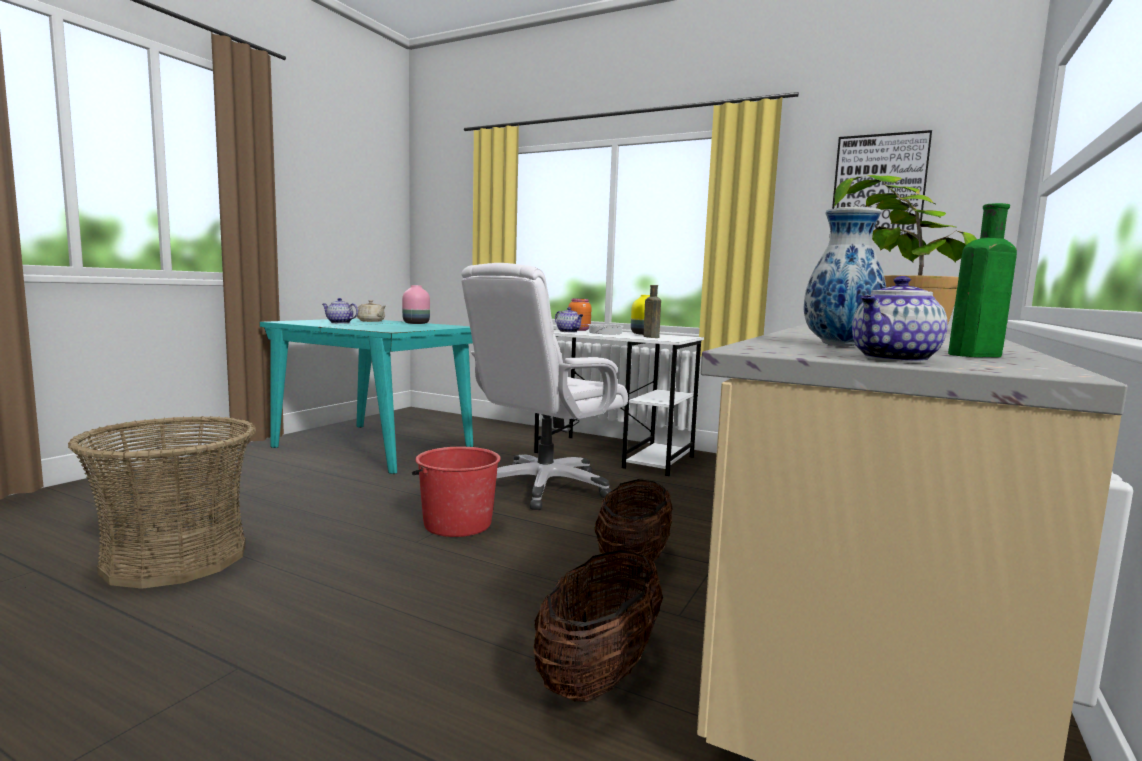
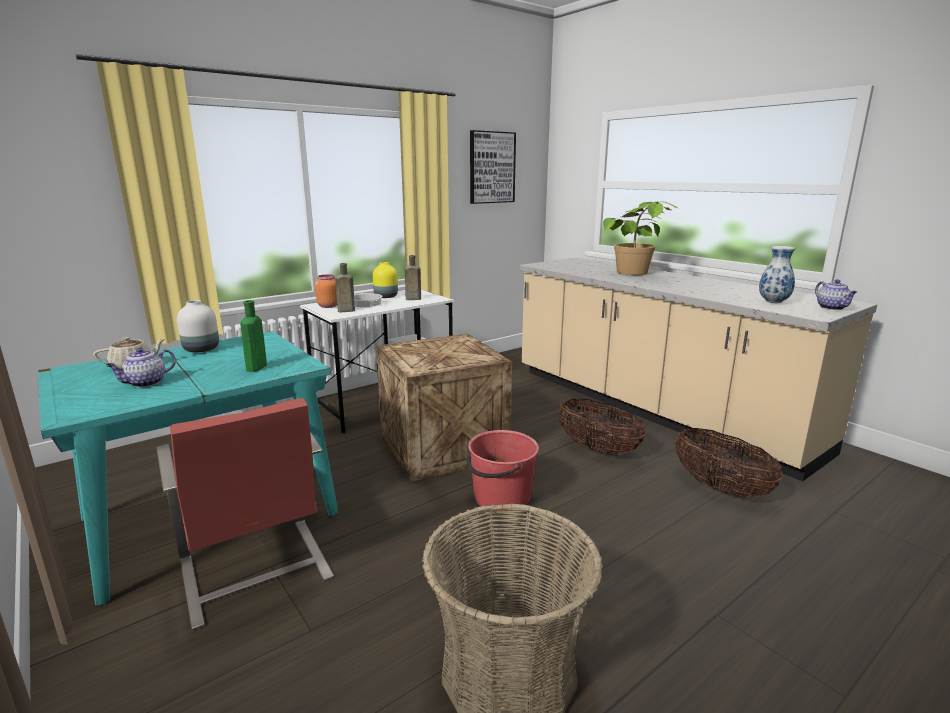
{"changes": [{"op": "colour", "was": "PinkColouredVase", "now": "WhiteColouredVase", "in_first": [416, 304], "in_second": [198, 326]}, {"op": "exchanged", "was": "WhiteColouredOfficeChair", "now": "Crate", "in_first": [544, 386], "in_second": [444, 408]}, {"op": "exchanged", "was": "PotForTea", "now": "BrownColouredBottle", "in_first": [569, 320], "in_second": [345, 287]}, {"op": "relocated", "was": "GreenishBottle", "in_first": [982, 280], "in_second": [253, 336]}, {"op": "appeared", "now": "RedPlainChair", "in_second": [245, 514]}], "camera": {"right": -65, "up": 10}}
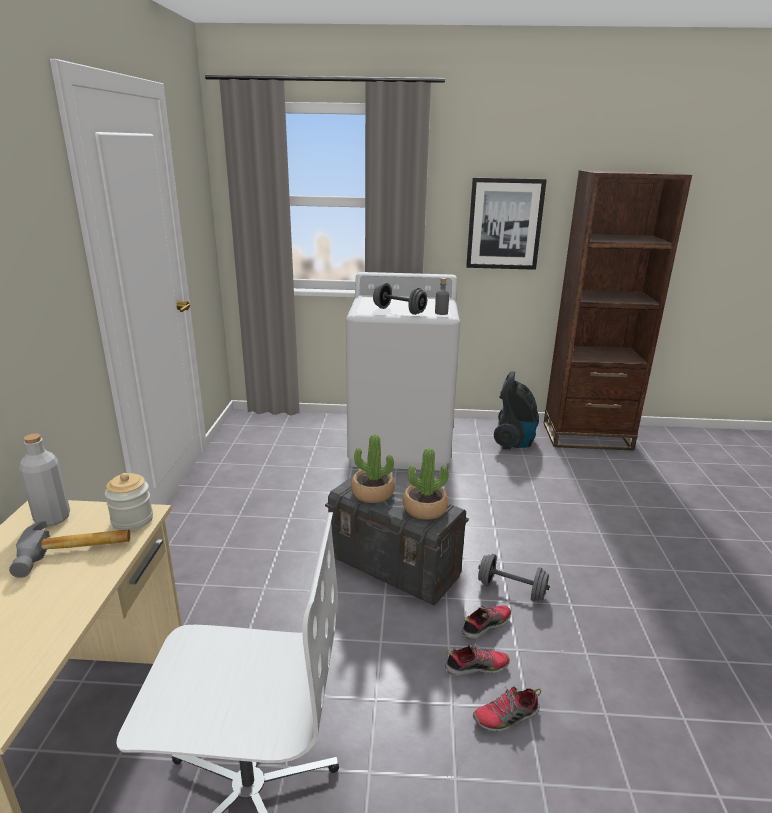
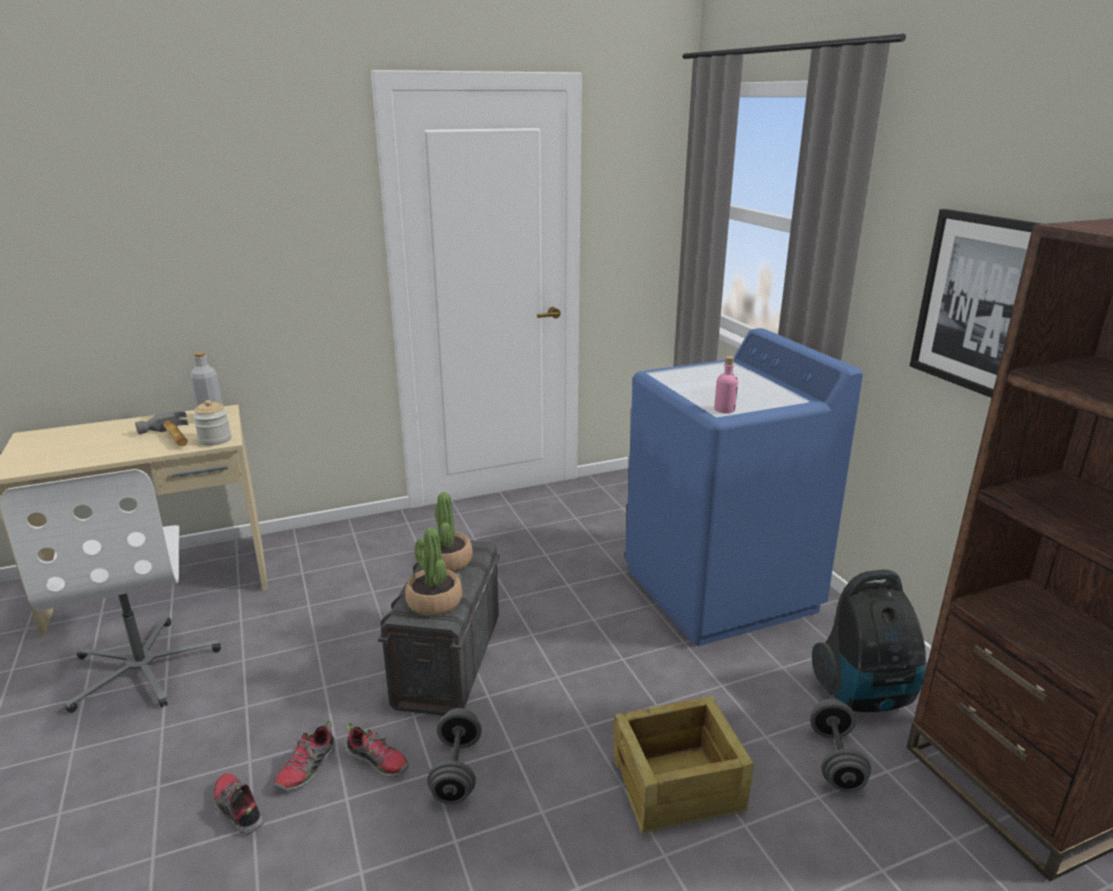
{"changes": [{"op": "colour", "was": "WhiteColouredWashingMachine", "now": "BluishWashingMachine", "in_first": [403, 371], "in_second": [744, 487]}, {"op": "relocated", "was": "GreyishDumbbell", "in_first": [400, 299], "in_second": [840, 745]}, {"op": "colour", "was": "GreyishBottle", "now": "PinkColouredBottle", "in_first": [442, 296], "in_second": [726, 384]}, {"op": "spun", "was": "LowShoe", "in_first": [477, 660], "in_second": [304, 755], "clockwise": 60}, {"op": "appeared", "now": "Crate", "in_second": [683, 765]}], "camera": {"right": 65, "up": 0}}
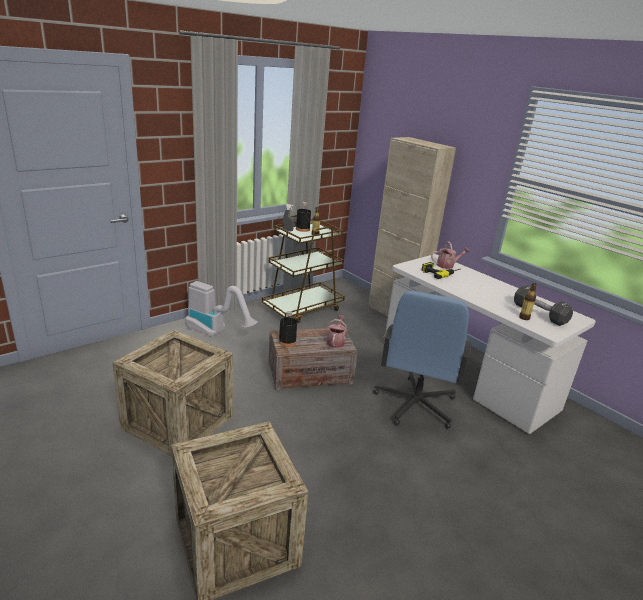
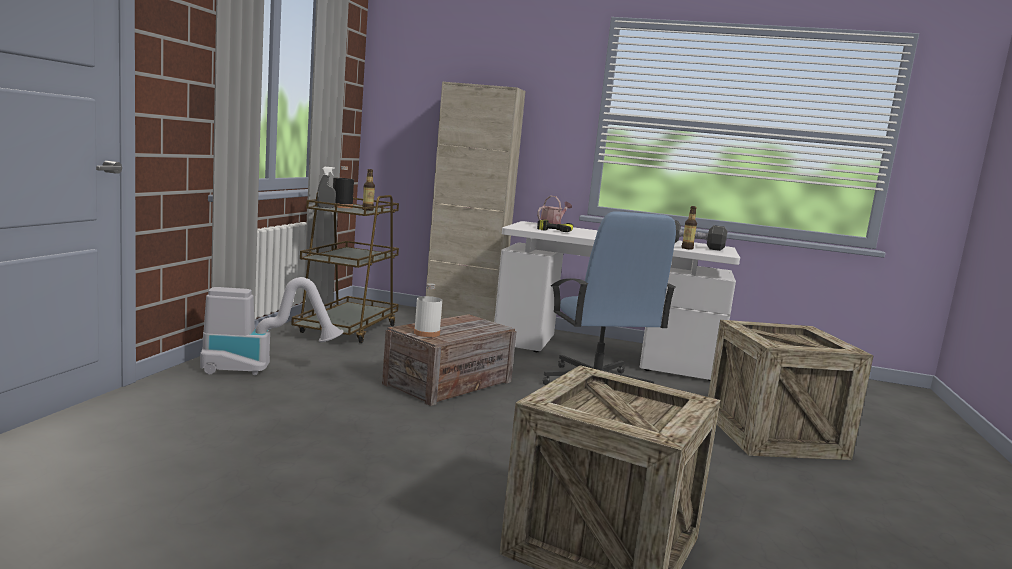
{"changes": [{"op": "relocated", "was": "Crate", "in_first": [172, 393], "in_second": [791, 390]}, {"op": "colour", "was": "BlackColouredBottle", "now": "WhiteColouredBottle", "in_first": [288, 329], "in_second": [428, 310]}, {"op": "missing", "was": "WateringCan", "in_first": [337, 331]}], "camera": {"right": -35, "up": -15}}
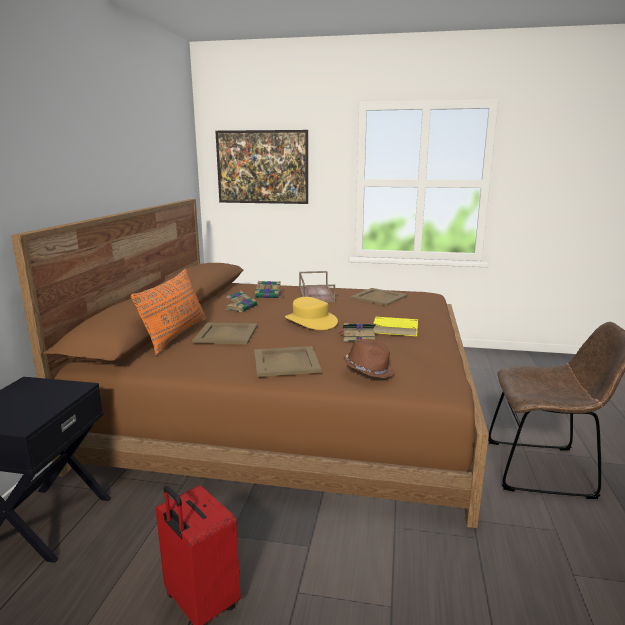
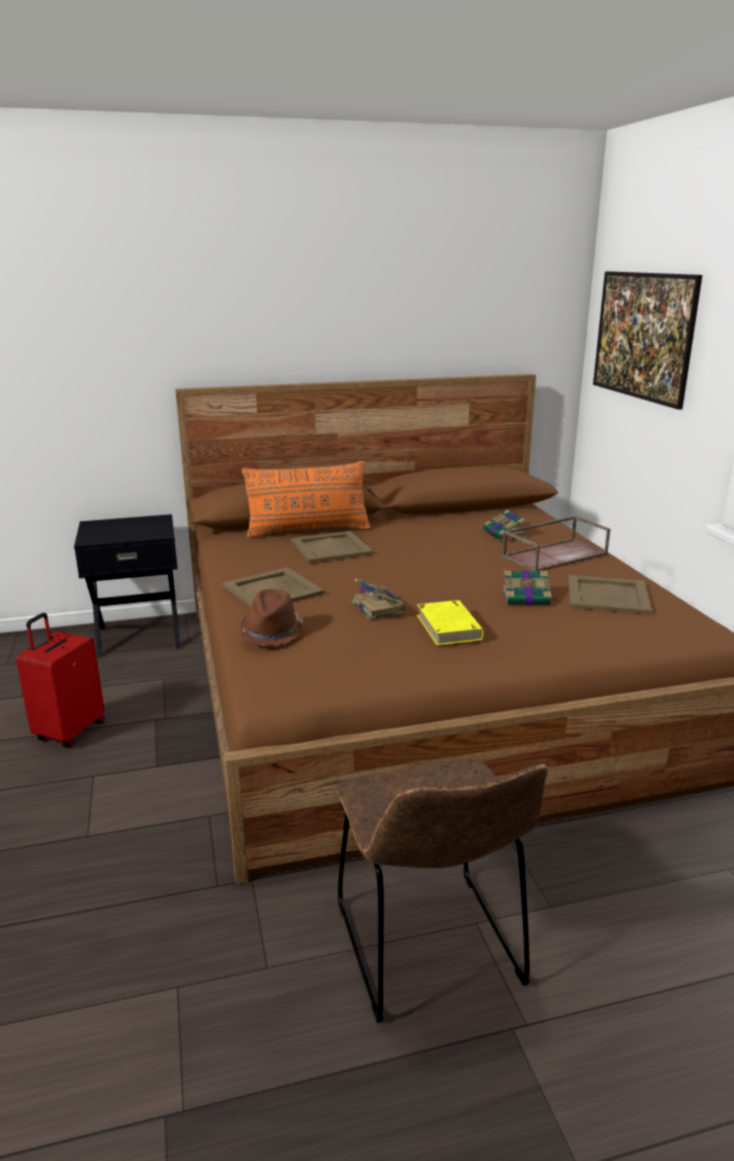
{"changes": [{"op": "relocated", "was": "Volume", "in_first": [241, 301], "in_second": [530, 587]}, {"op": "missing", "was": "YellowishHat", "in_first": [311, 313]}], "camera": {"right": 65, "up": 5}}
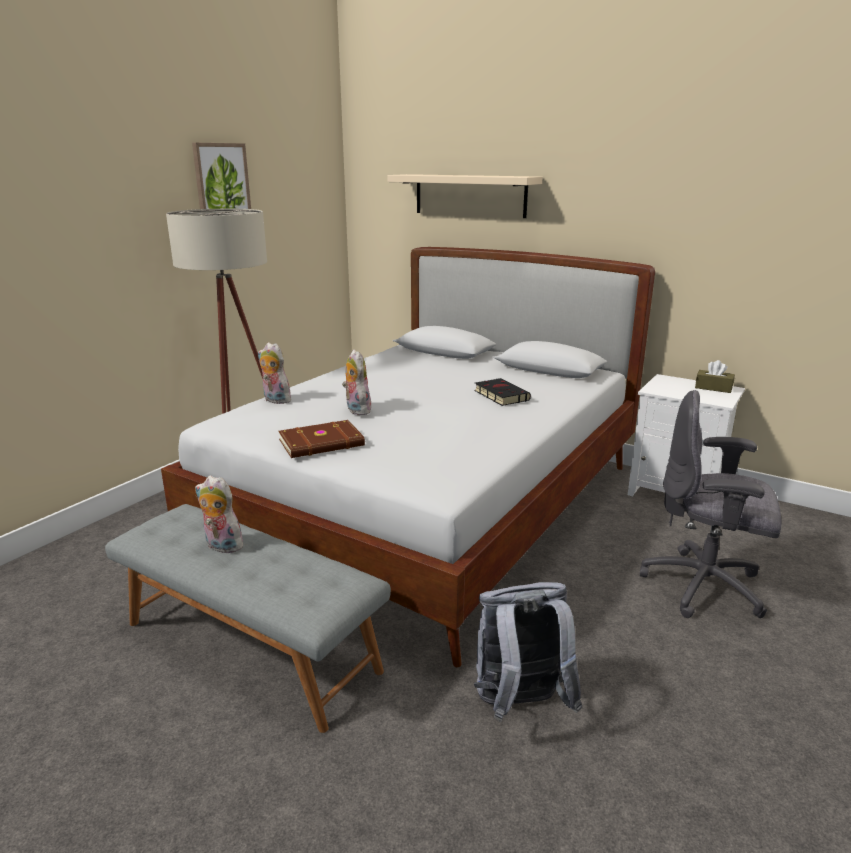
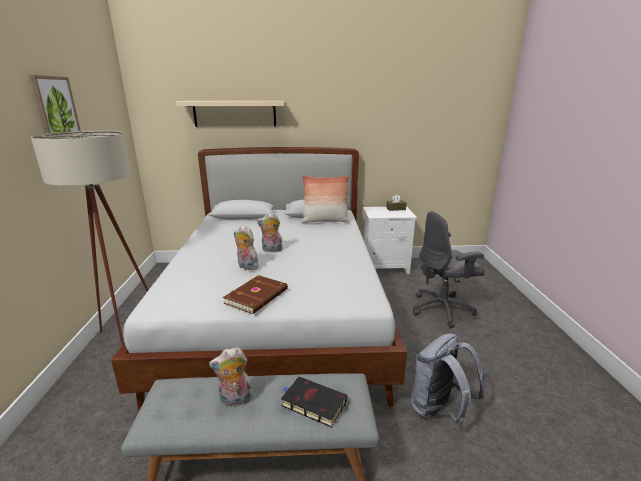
{"changes": [{"op": "relocated", "was": "CuddlyToy", "in_first": [274, 373], "in_second": [270, 232]}, {"op": "relocated", "was": "BlackColouredVolume", "in_first": [502, 392], "in_second": [314, 402]}, {"op": "appeared", "now": "Cushion", "in_second": [325, 199]}], "camera": {"right": -35, "up": 0}}
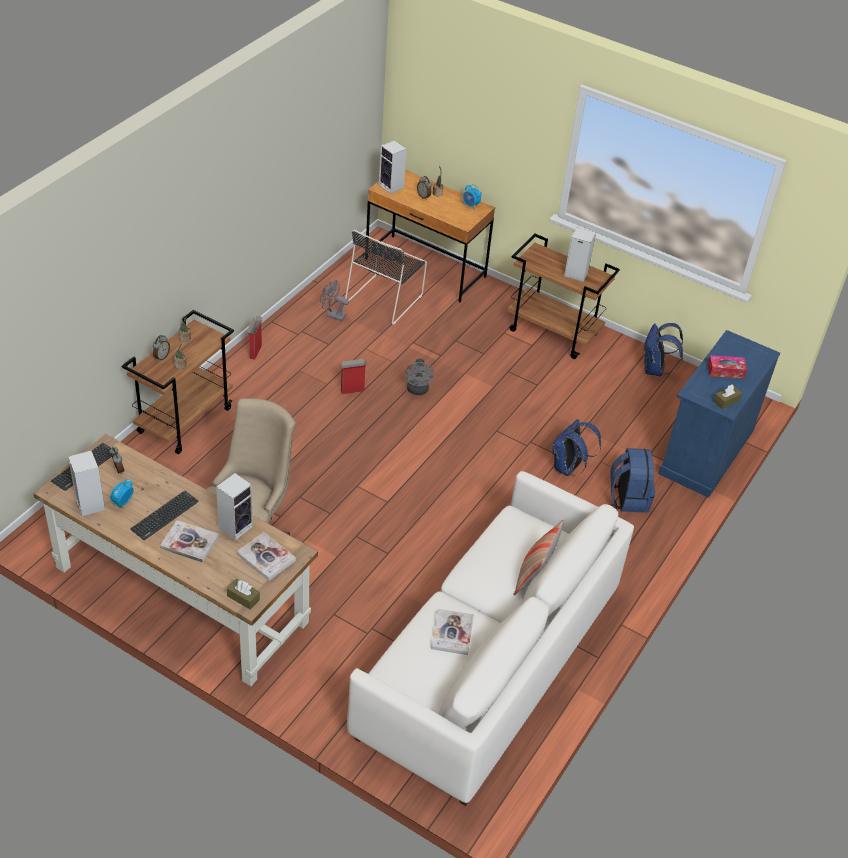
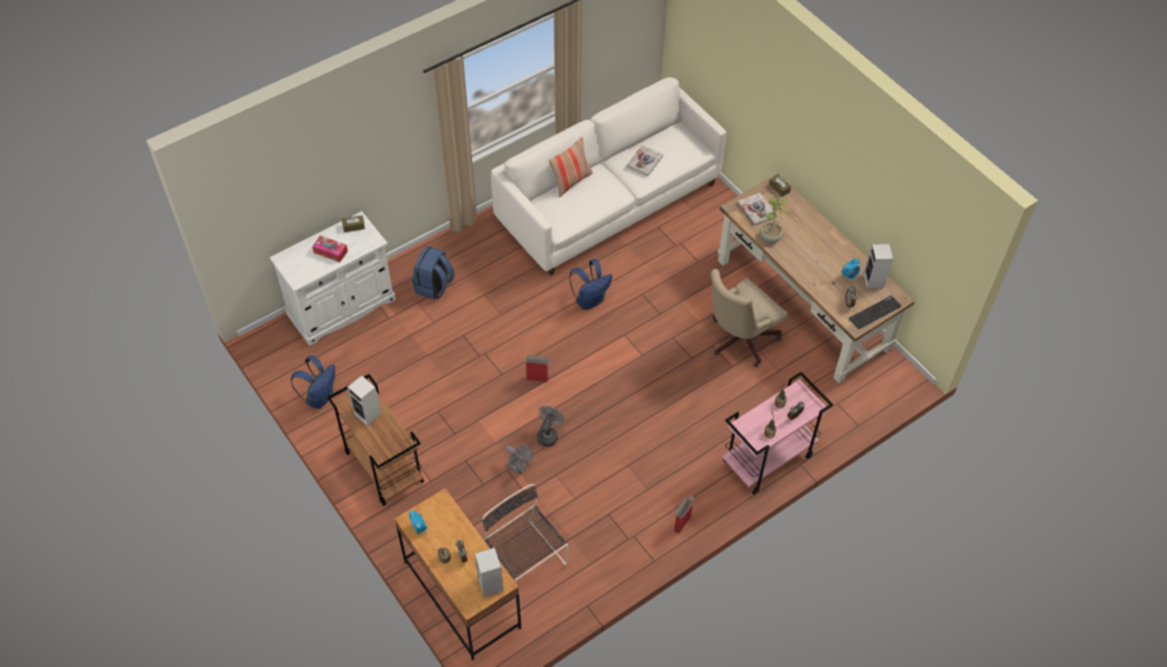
{"changes": [{"op": "colour", "was": "BrownColouredCart", "now": "PinkColouredCart", "in_first": [178, 382], "in_second": [777, 433]}, {"op": "missing", "was": "PcKeyboard", "in_first": [164, 515]}, {"op": "missing", "was": "Volume", "in_first": [189, 541]}, {"op": "exchanged", "was": "Loudspeaker", "now": "Houseplant", "in_first": [234, 507], "in_second": [775, 218]}, {"op": "relocated", "was": "GreyishFan", "in_first": [334, 300], "in_second": [519, 459]}, {"op": "relocated", "was": "CardboardBox", "in_first": [353, 376], "in_second": [537, 368]}, {"op": "spun", "was": "BlackColouredPlainChair", "in_first": [386, 277], "in_second": [525, 541], "clockwise": -90}, {"op": "relocated", "was": "BluishRucksack", "in_first": [576, 447], "in_second": [590, 284]}, {"op": "colour", "was": "BluishCupboard", "now": "WhiteColouredCupboard", "in_first": [719, 414], "in_second": [332, 278]}], "camera": {"right": -155, "up": 10}}
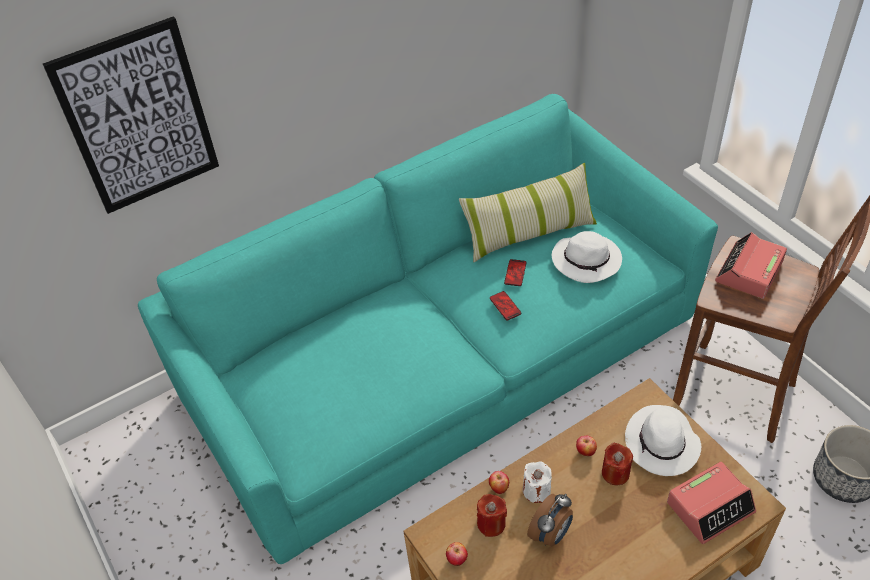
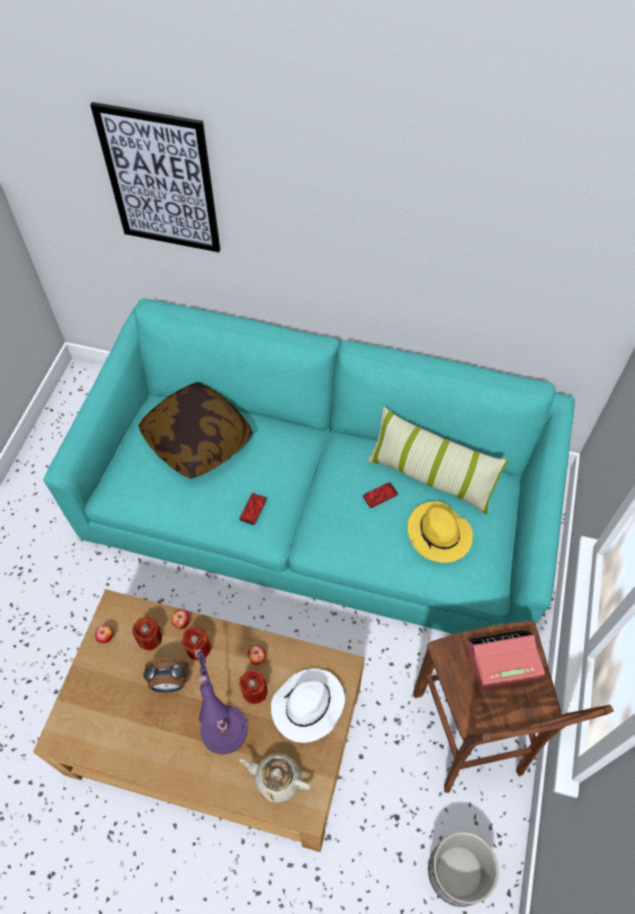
{"changes": [{"op": "relocated", "was": "Phone", "in_first": [505, 305], "in_second": [253, 509]}, {"op": "colour", "was": "WhiteColouredWaxLight", "now": "RedWaxLight", "in_first": [537, 482], "in_second": [196, 643]}, {"op": "colour", "was": "WhiteColouredHat", "now": "YellowishHat", "in_first": [587, 257], "in_second": [440, 532]}, {"op": "exchanged", "was": "BedsideClock", "now": "BeigePotForTea", "in_first": [711, 503], "in_second": [275, 778]}, {"op": "appeared", "now": "Cushion", "in_second": [195, 430]}, {"op": "appeared", "now": "PurpleColouredLampForATable", "in_second": [221, 701]}], "camera": {"right": 45, "up": 10}}
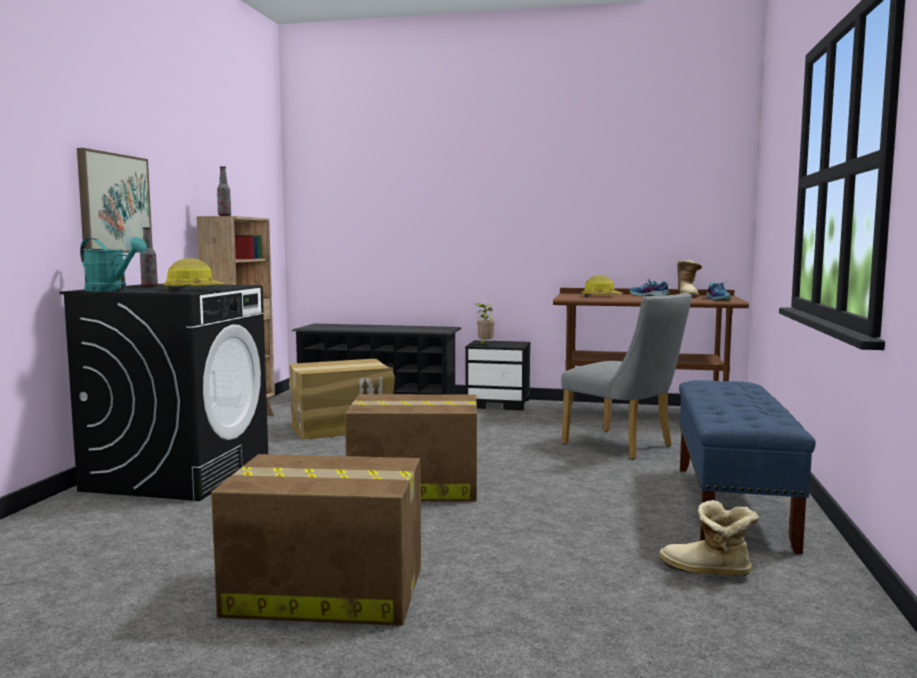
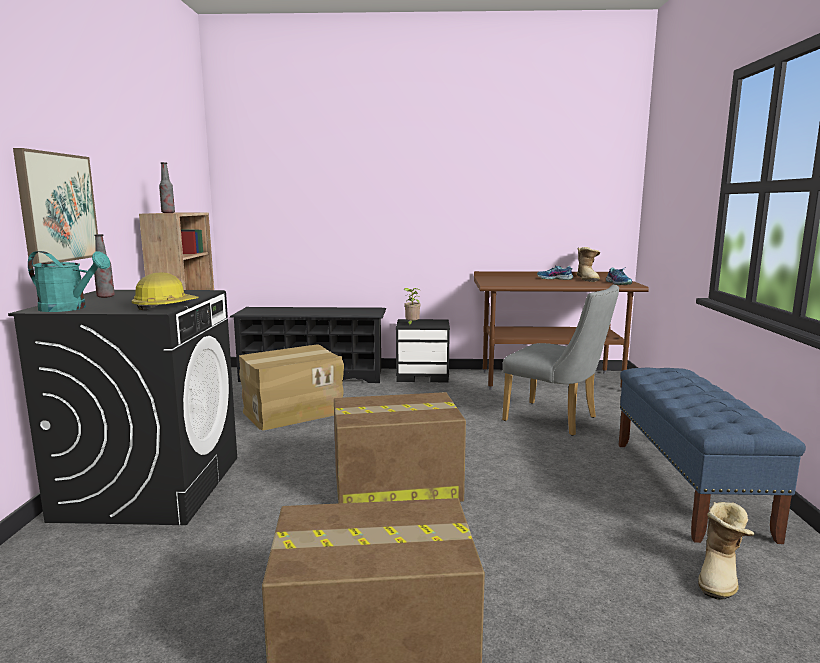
{"changes": [{"op": "missing", "was": "HardHat", "in_first": [602, 286]}, {"op": "spun", "was": "HighTopBoot", "in_first": [709, 538], "in_second": [726, 551], "clockwise": -75}], "camera": {"right": -10, "up": 5}}
